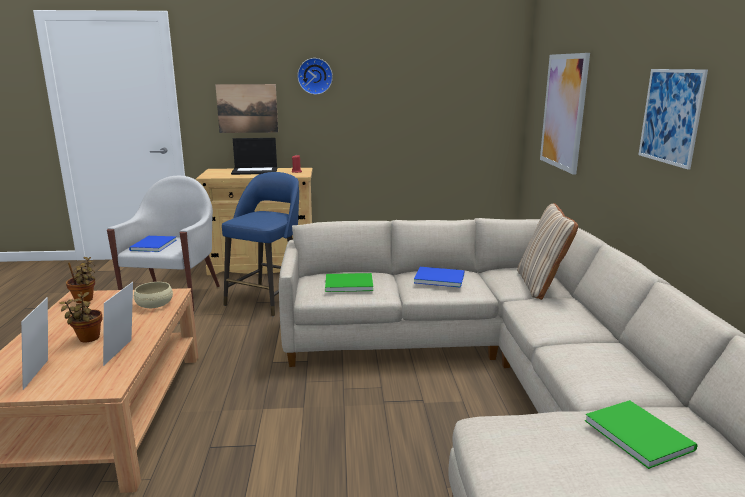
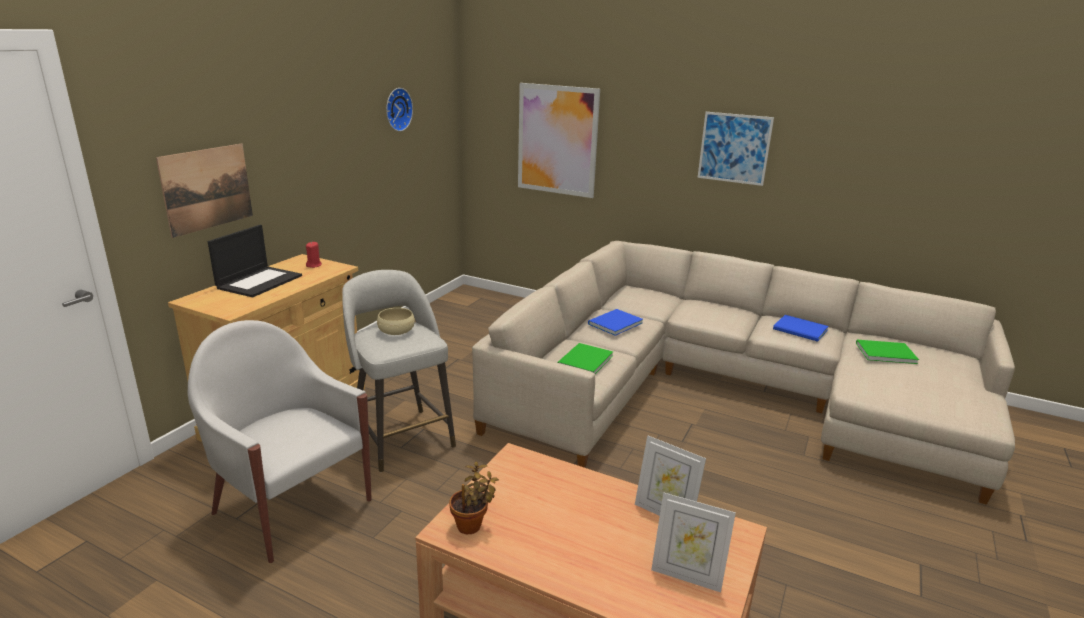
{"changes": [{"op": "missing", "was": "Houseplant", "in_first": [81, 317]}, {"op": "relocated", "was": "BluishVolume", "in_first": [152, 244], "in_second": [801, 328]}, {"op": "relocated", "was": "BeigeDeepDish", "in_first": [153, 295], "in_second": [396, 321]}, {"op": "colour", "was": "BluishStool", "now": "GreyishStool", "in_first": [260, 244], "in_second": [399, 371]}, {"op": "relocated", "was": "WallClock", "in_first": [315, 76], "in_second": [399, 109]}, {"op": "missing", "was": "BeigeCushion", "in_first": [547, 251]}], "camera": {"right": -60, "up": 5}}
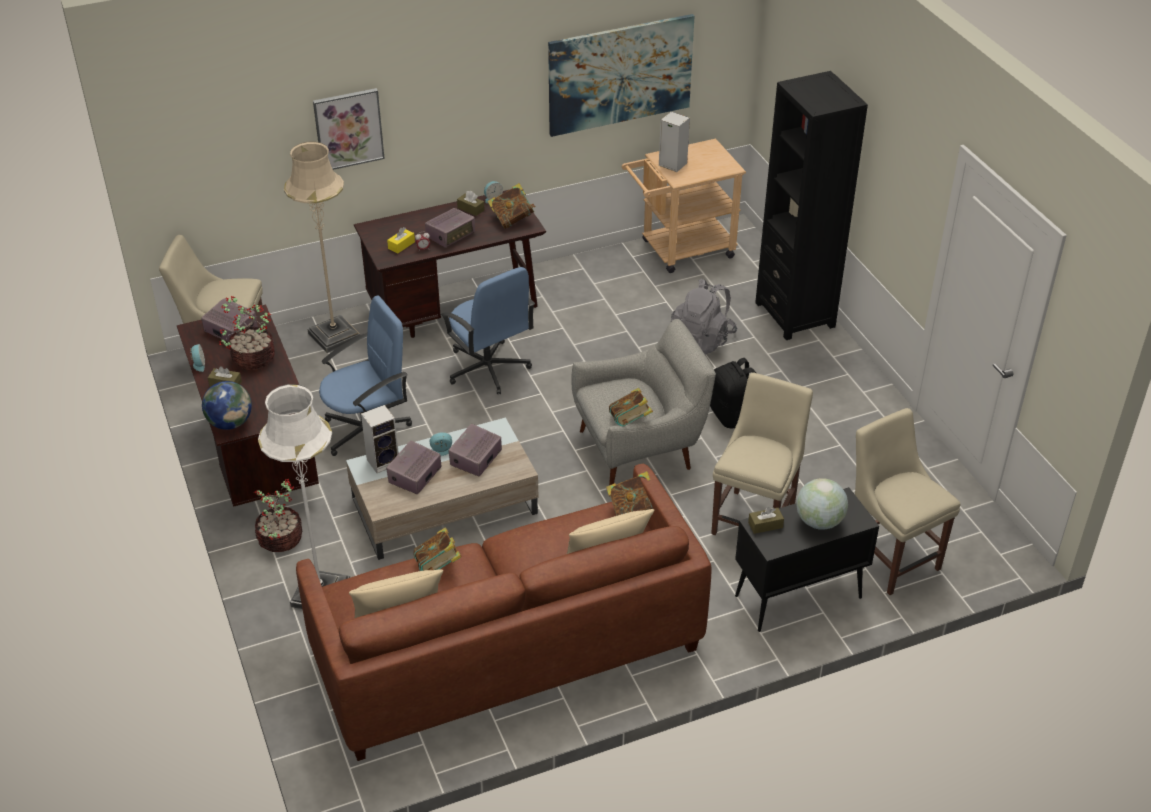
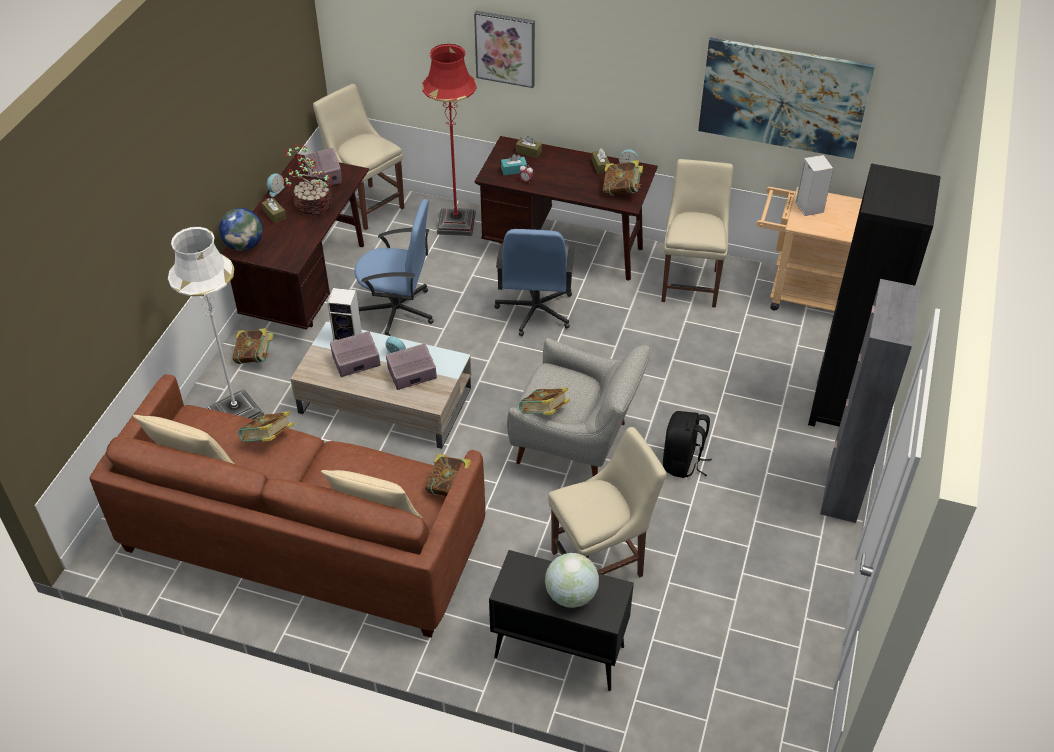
{"changes": [{"op": "exchanged", "was": "Houseplant", "now": "Volume", "in_first": [278, 515], "in_second": [253, 346]}, {"op": "colour", "was": "BeigeFloorLamp", "now": "RedFloorLamp", "in_first": [322, 247], "in_second": [449, 140]}, {"op": "colour", "was": "YellowishTissueBox", "now": "BlueGreenTissueBox", "in_first": [401, 240], "in_second": [514, 164]}, {"op": "missing", "was": "RadioSet", "in_first": [450, 228]}, {"op": "missing", "was": "GreyishRucksack", "in_first": [704, 317]}, {"op": "relocated", "was": "BrownColouredTissueBox", "in_first": [766, 520], "in_second": [529, 147]}, {"op": "relocated", "was": "BeigePlainChair", "in_first": [907, 501], "in_second": [697, 233]}, {"op": "appeared", "now": "GreyishCupboard", "in_second": [870, 401]}], "camera": {"right": 40, "up": 5}}
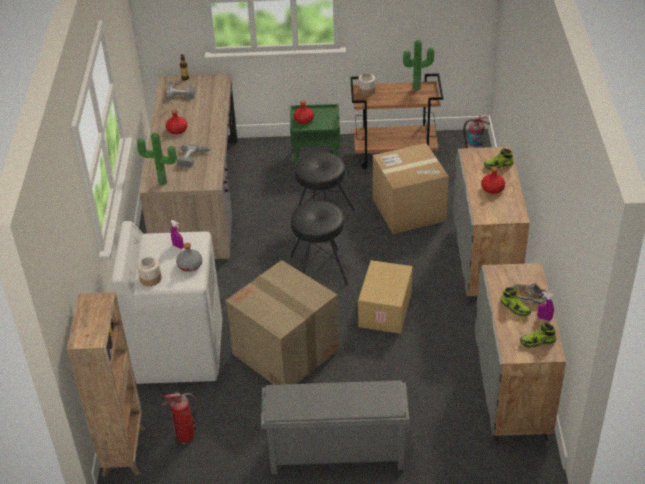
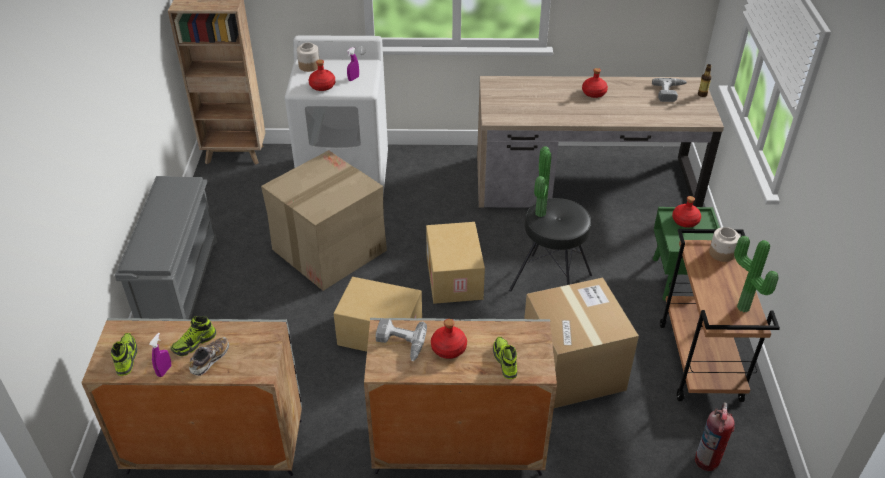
{"changes": [{"op": "relocated", "was": "Houseplant", "in_first": [157, 159], "in_second": [542, 181]}, {"op": "missing", "was": "FireExtinguisher", "in_first": [179, 417]}, {"op": "colour", "was": "GreyishBottle", "now": "RedBottle", "in_first": [189, 257], "in_second": [322, 75]}, {"op": "relocated", "was": "PowerDrill", "in_first": [194, 155], "in_second": [401, 339]}, {"op": "exchanged", "was": "BlackColouredStool", "now": "CardboardBox", "in_first": [319, 243], "in_second": [455, 263]}], "camera": {"right": 90, "up": 0}}
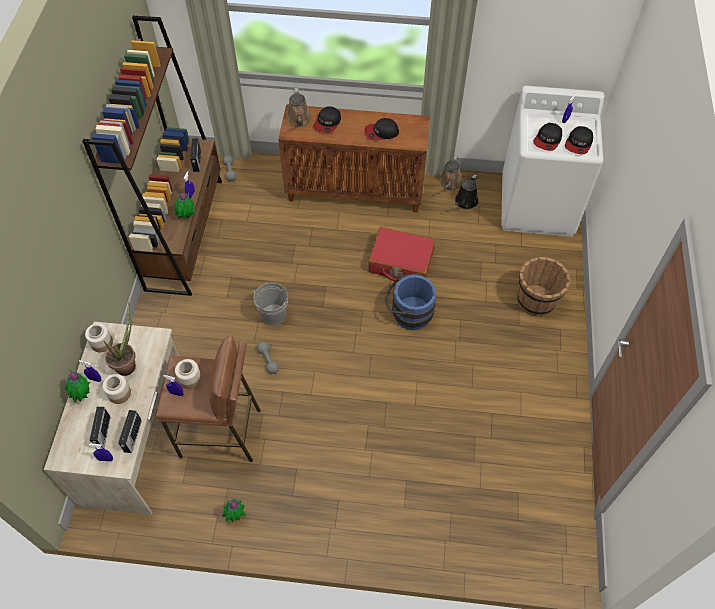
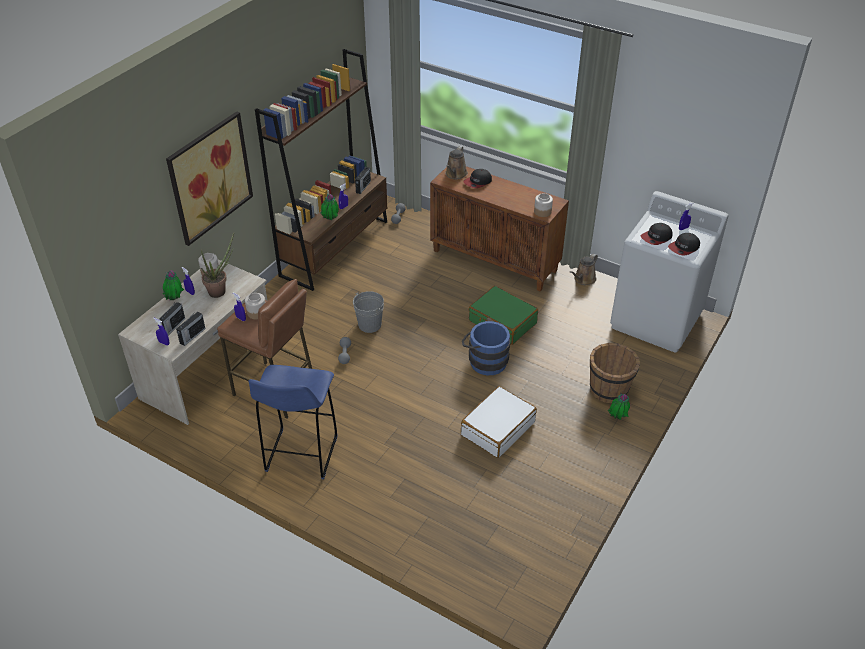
{"changes": [{"op": "relocated", "was": "Jar", "in_first": [117, 389], "in_second": [543, 205]}, {"op": "relocated", "was": "Houseplant", "in_first": [234, 511], "in_second": [619, 406]}, {"op": "missing", "was": "Cap", "in_first": [382, 129]}, {"op": "colour", "was": "RedSuitcase", "now": "GreenishSuitcase", "in_first": [401, 254], "in_second": [503, 315]}, {"op": "missing", "was": "BlackColouredWateringCan", "in_first": [466, 191]}, {"op": "appeared", "now": "Picture", "in_second": [209, 179]}, {"op": "appeared", "now": "BluishStool", "in_second": [292, 422]}, {"op": "appeared", "now": "WhiteColouredSuitcase", "in_second": [499, 422]}], "camera": {"right": 25, "up": -15}}
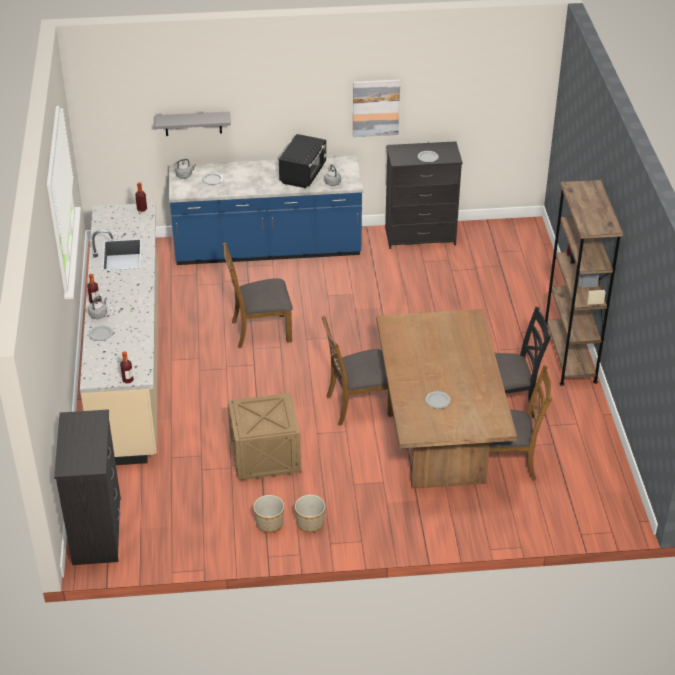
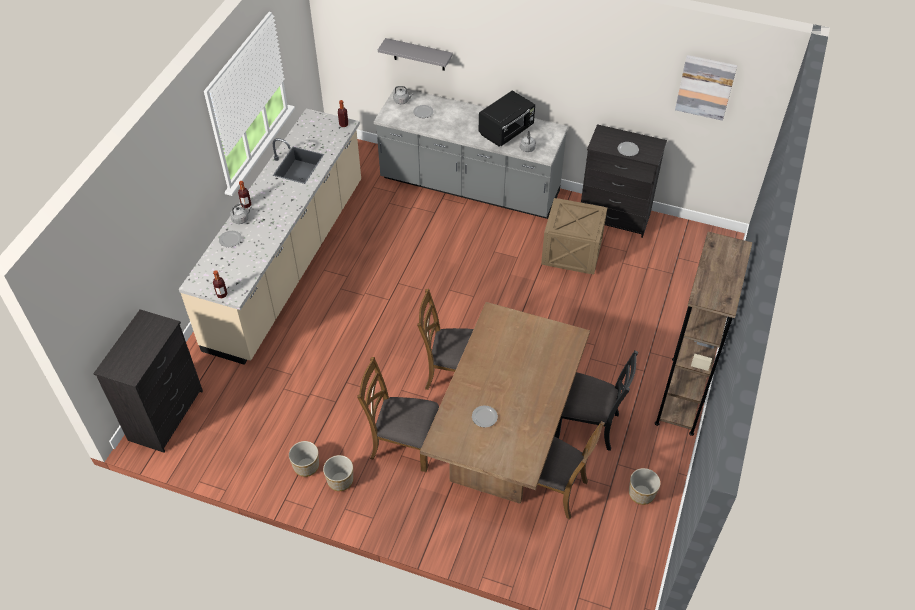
{"changes": [{"op": "colour", "was": "BluishKitchenBaseUnit", "now": "GreyishKitchenBaseUnit", "in_first": [266, 210], "in_second": [471, 153]}, {"op": "relocated", "was": "BrownColouredPlainChair", "in_first": [258, 295], "in_second": [398, 414]}, {"op": "relocated", "was": "Crate", "in_first": [264, 436], "in_second": [574, 236]}, {"op": "relocated", "was": "Picture", "in_first": [376, 108], "in_second": [706, 88]}, {"op": "appeared", "now": "Planter", "in_second": [645, 486]}], "camera": {"right": 25, "up": 10}}
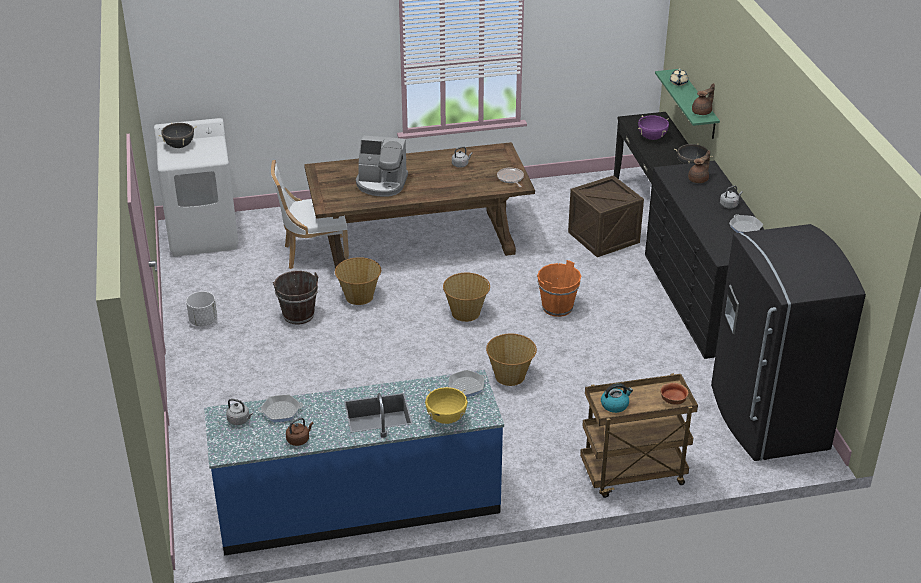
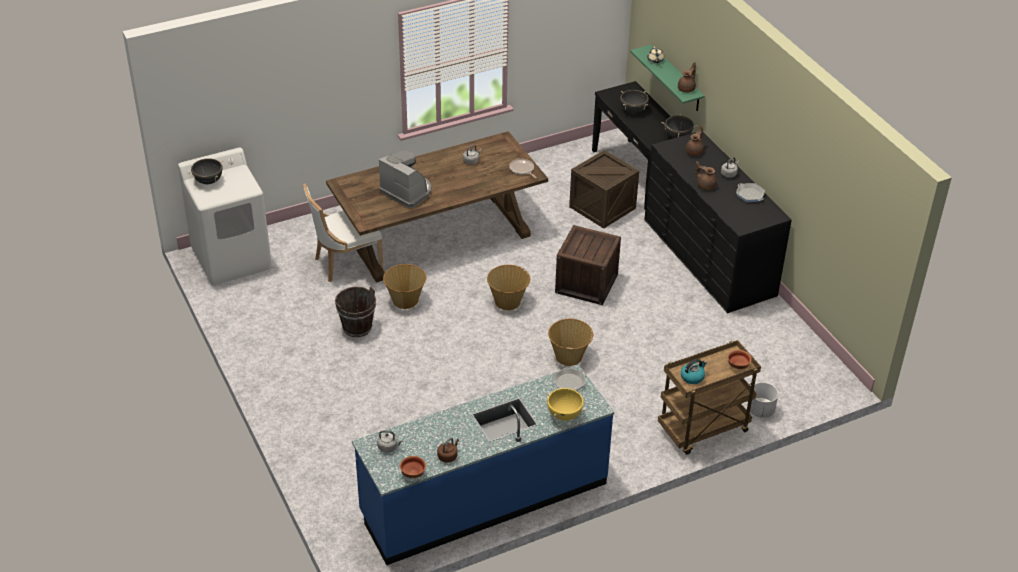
{"changes": [{"op": "relocated", "was": "WhiteColouredPlanter", "in_first": [201, 308], "in_second": [764, 400]}, {"op": "missing", "was": "Skillet", "in_first": [280, 408]}, {"op": "spun", "was": "CoffeeMachine", "in_first": [382, 166], "in_second": [405, 179], "clockwise": -135}, {"op": "exchanged", "was": "OrangeColouredPail", "now": "Crate", "in_first": [559, 288], "in_second": [588, 265]}, {"op": "colour", "was": "PurpleColouredSaucepot", "now": "BlackColouredSaucepot", "in_first": [653, 127], "in_second": [634, 101]}, {"op": "missing", "was": "BlackColouredFridge", "in_first": [788, 342]}, {"op": "appeared", "now": "DeepDish", "in_second": [412, 467]}, {"op": "appeared", "now": "BrownColouredPotForTea", "in_second": [706, 175]}], "camera": {"right": -15, "up": 5}}
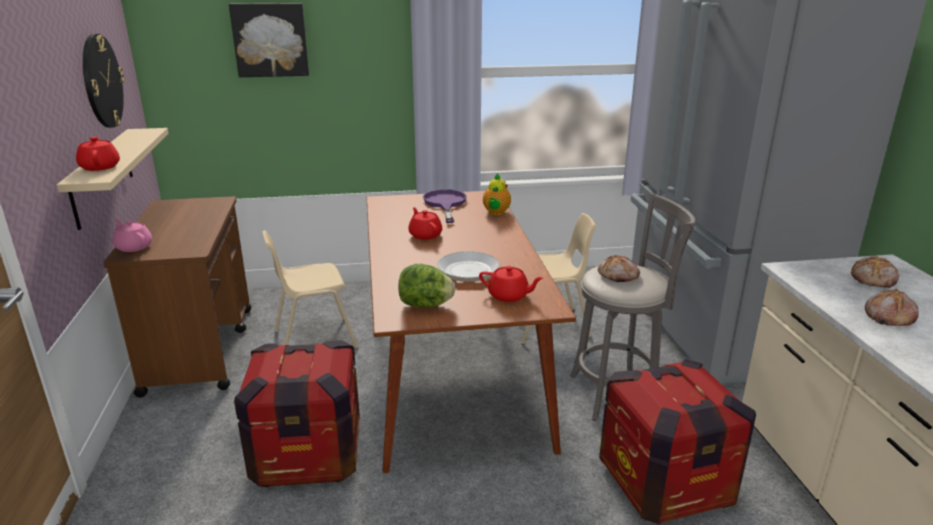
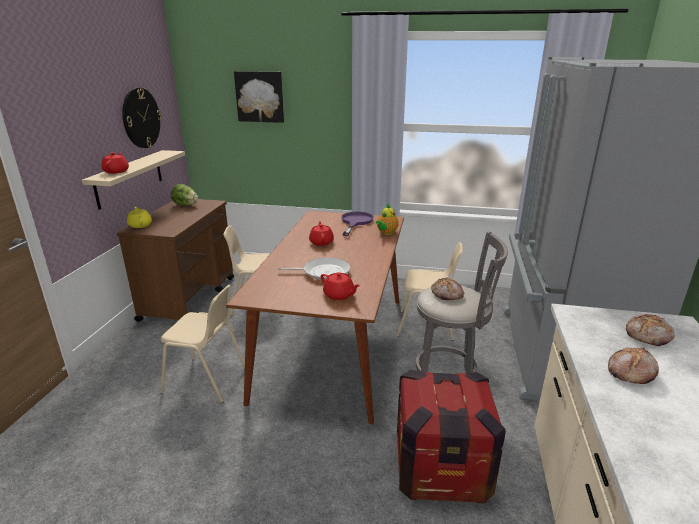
{"changes": [{"op": "colour", "was": "PinkColouredPotForTea", "now": "YellowishPotForTea", "in_first": [132, 236], "in_second": [139, 217]}, {"op": "exchanged", "was": "Crate", "now": "BeigePlainChair", "in_first": [297, 413], "in_second": [203, 344]}, {"op": "relocated", "was": "LettuceHead", "in_first": [426, 286], "in_second": [184, 195]}], "camera": {"right": 20, "up": 0}}
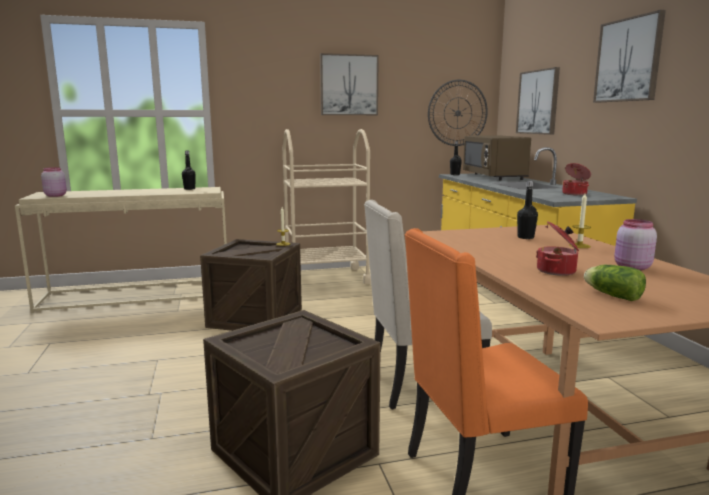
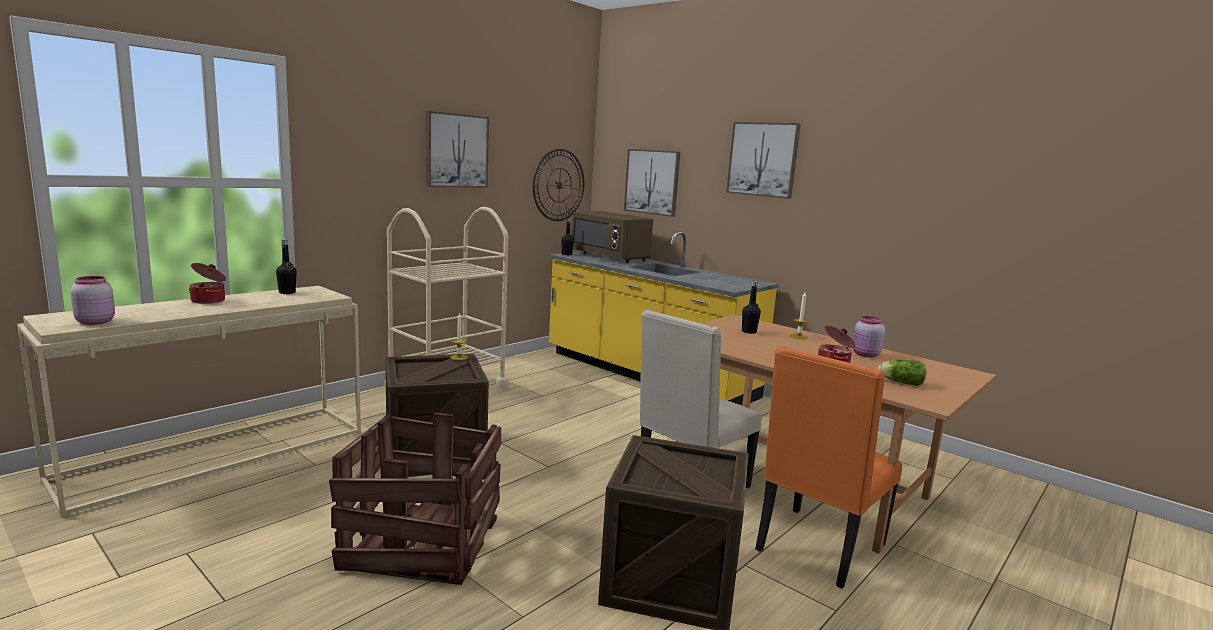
{"changes": [{"op": "relocated", "was": "Saucepot", "in_first": [576, 179], "in_second": [207, 283]}, {"op": "appeared", "now": "Crate", "in_second": [415, 498]}], "camera": {"right": -35, "up": 0}}
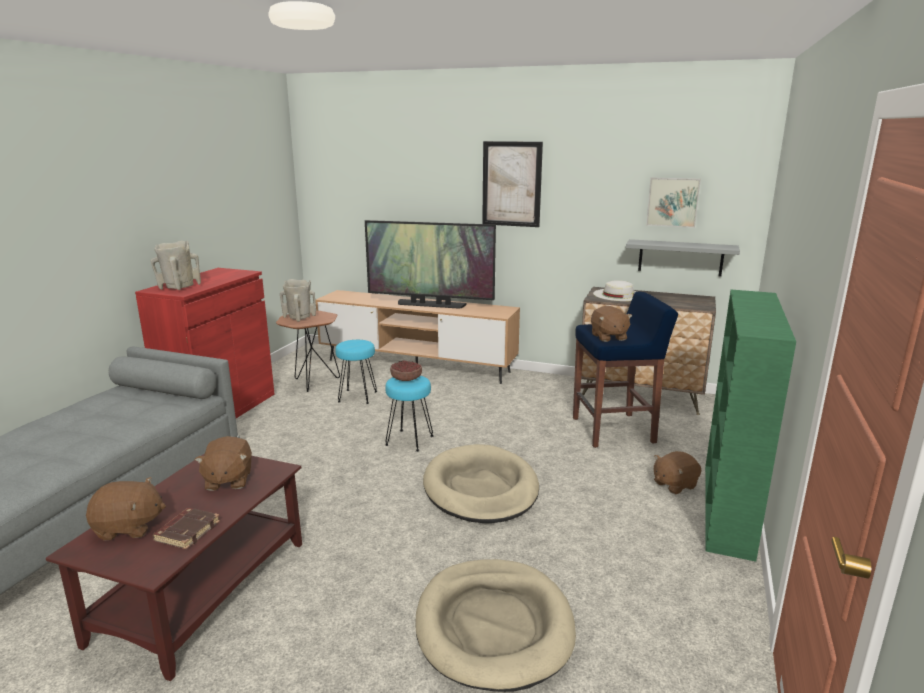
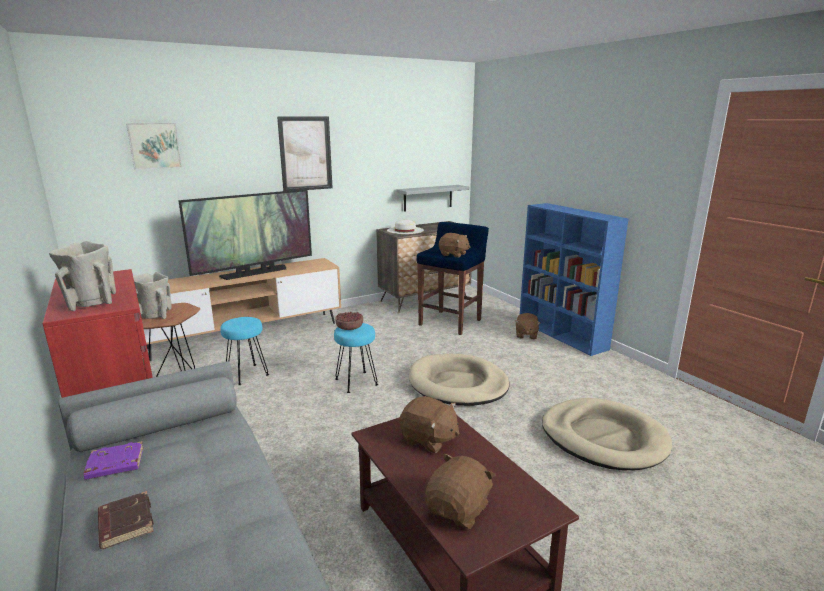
{"changes": [{"op": "relocated", "was": "BrownColouredVolume", "in_first": [186, 528], "in_second": [126, 520]}, {"op": "relocated", "was": "Picture", "in_first": [673, 202], "in_second": [154, 146]}, {"op": "colour", "was": "GreenishShelvingUnit", "now": "BluishShelvingUnit", "in_first": [750, 426], "in_second": [574, 279]}, {"op": "appeared", "now": "PurpleColouredVolume", "in_second": [113, 460]}], "camera": {"right": -50, "up": 0}}
